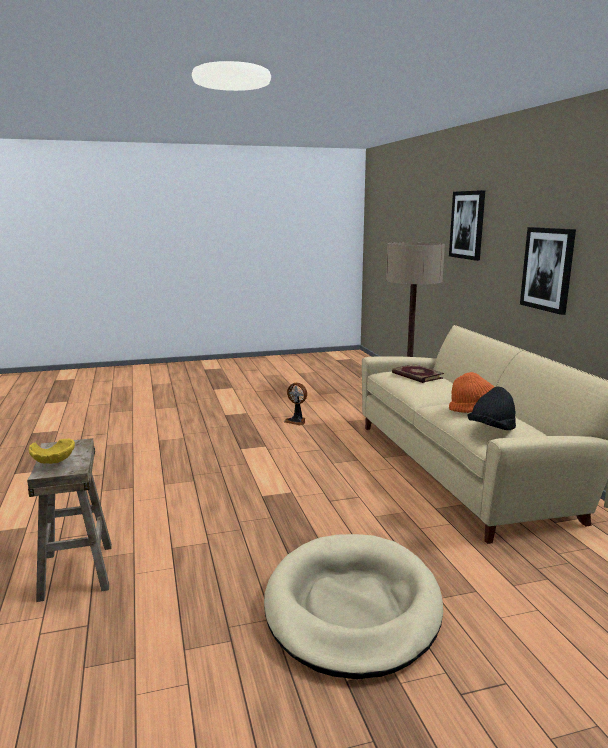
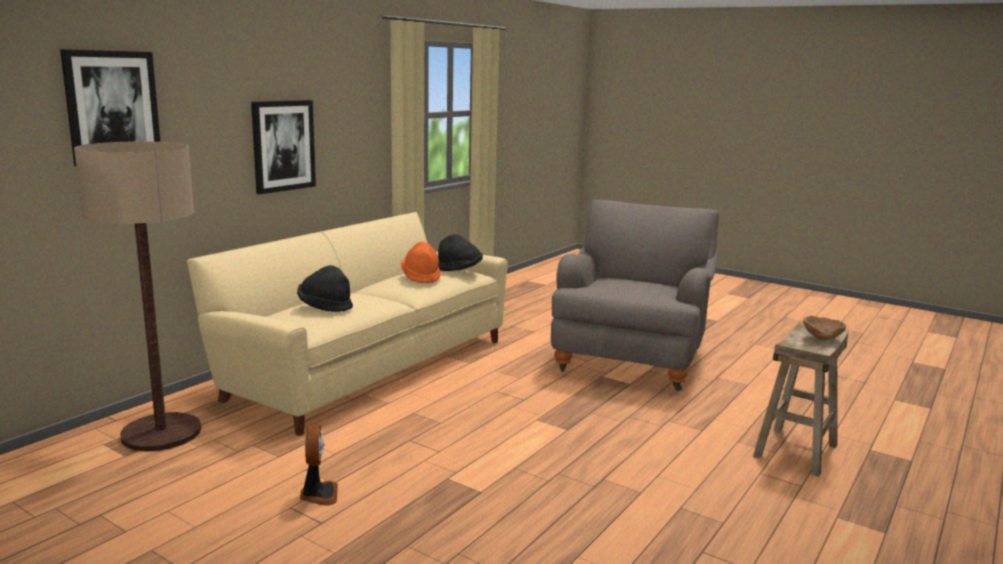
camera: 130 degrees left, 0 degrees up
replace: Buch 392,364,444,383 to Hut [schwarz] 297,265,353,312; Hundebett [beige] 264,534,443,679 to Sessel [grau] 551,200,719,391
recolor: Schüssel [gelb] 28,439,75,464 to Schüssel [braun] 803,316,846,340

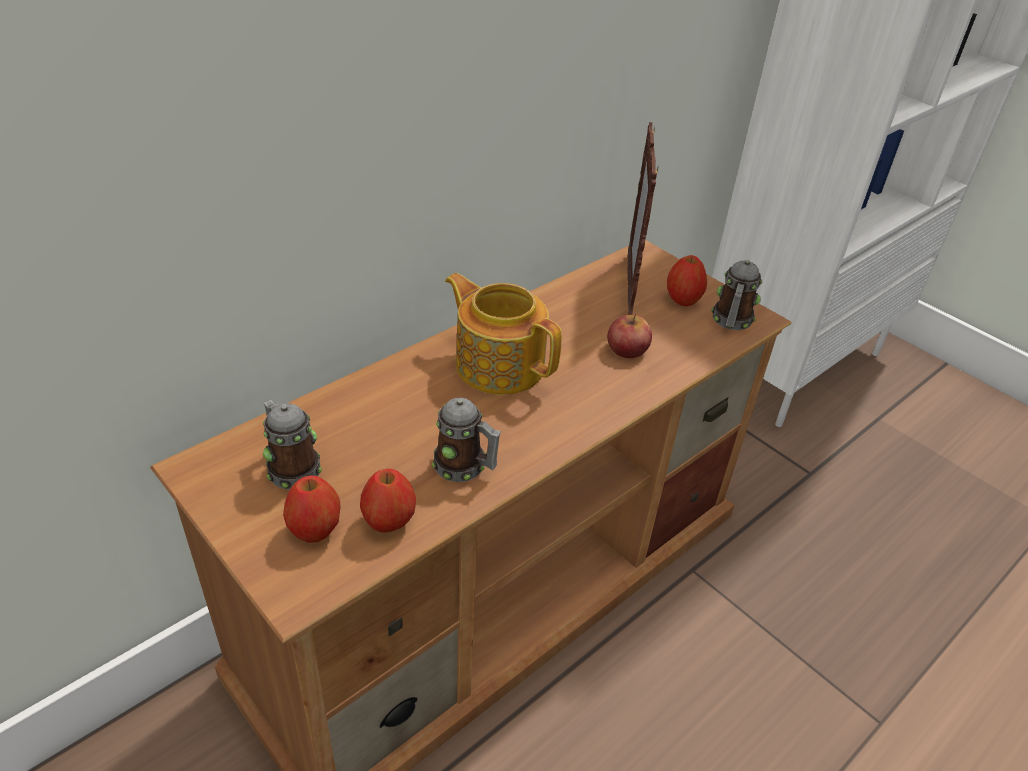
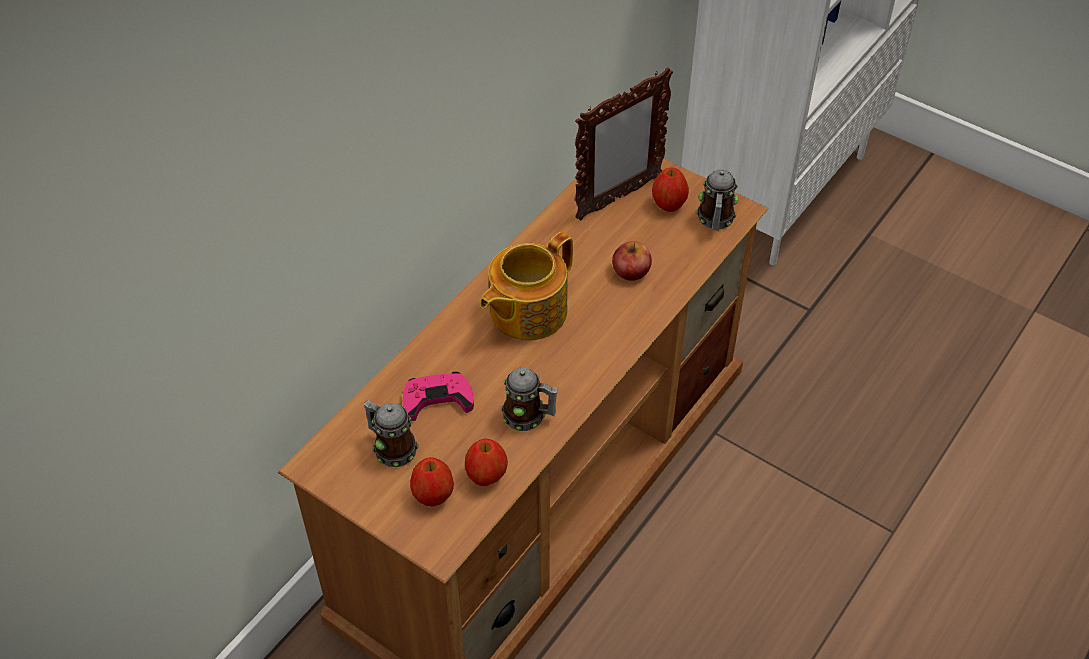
camera: 10 degrees left, 10 degrees up
insert: Gamepad [rosa] 402,372,474,421
rotate: Teekanne 445,273,562,395 = 480,232,573,341 75 degrees counterclockwise; Bilderrahmen 627,122,658,315 = 575,67,673,221 120 degrees counterclockwise

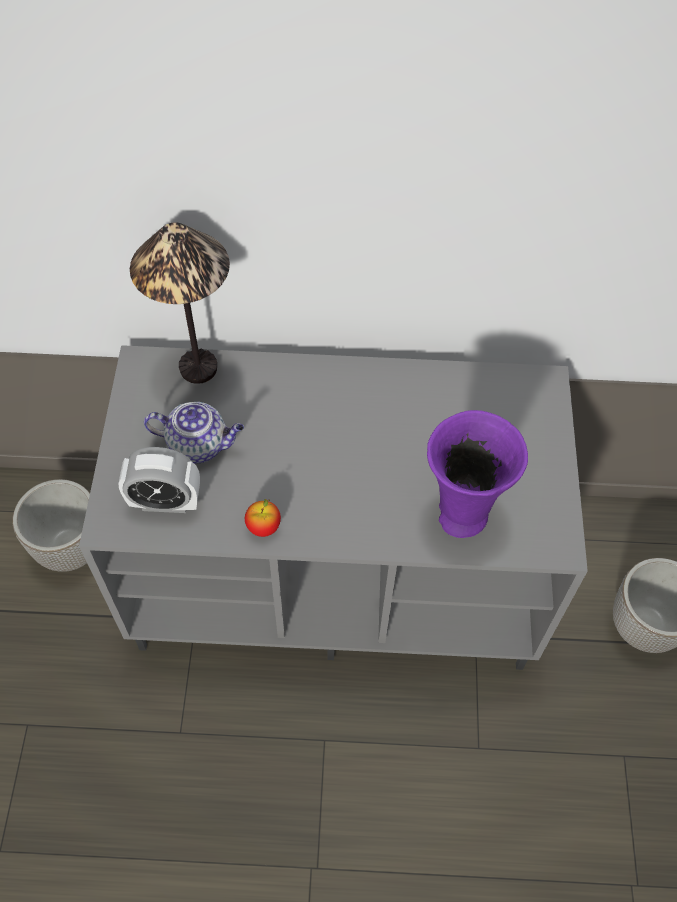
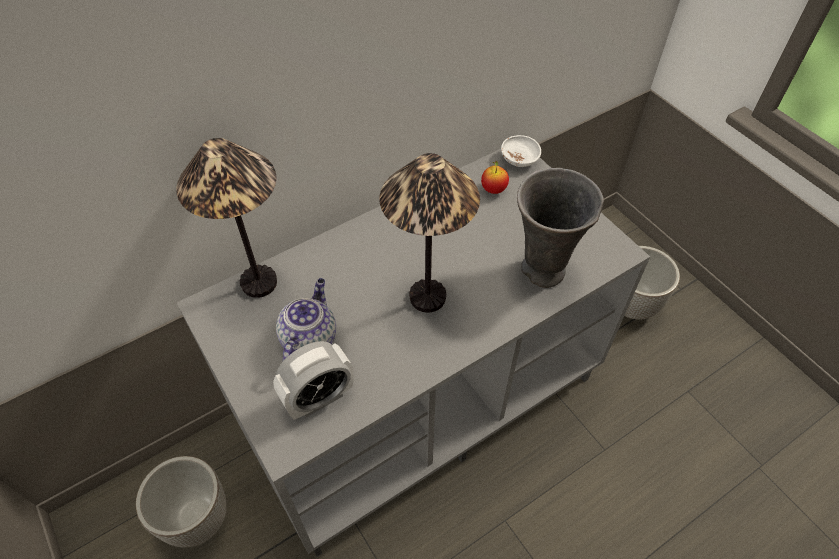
camera: 35 degrees left, 5 degrees down
insert: Tischlampe 379,153,480,313; Schüssel [weiß] 501,135,541,167
move: Apfel 245,499,281,537 to 481,161,509,194
recolor: Vase [lila] 427,410,528,538 to Vase [grau] 517,168,604,288
rotate: Teekanne 144,402,244,464 = 276,278,336,361 45 degrees counterclockwise

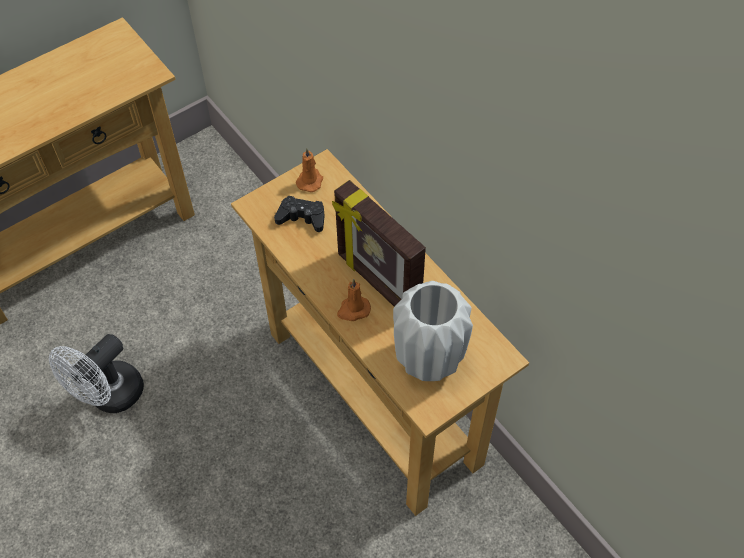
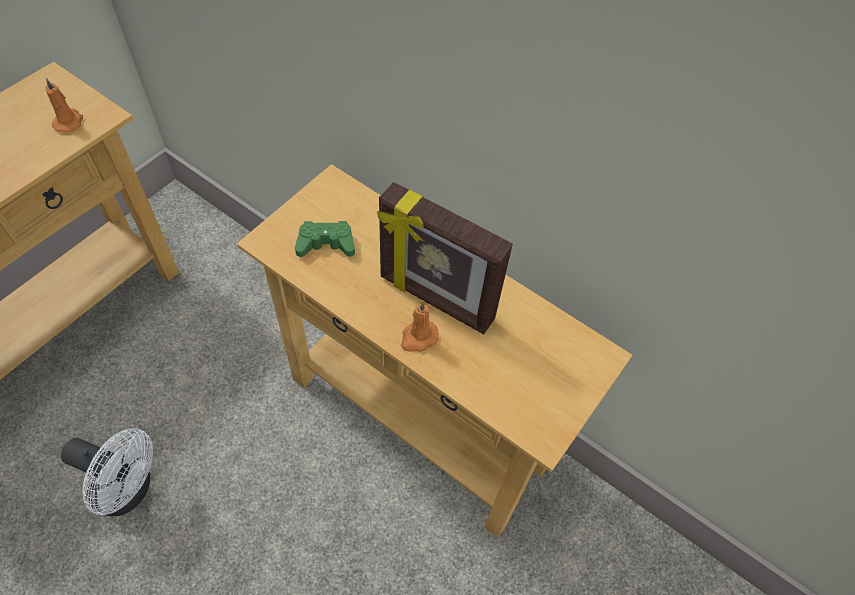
camera: 20 degrees left, 0 degrees up
delete: Vase [weiß] 393,281,473,381
move: Kerze [orange] 296,149,323,192 to 45,78,83,132
recolor: Gamepad [schwarz] 274,196,325,232 to Gamepad [grün] 295,221,355,257
rotate: Ventilator [weiß] 49,334,144,413 = 61,428,153,516 90 degrees counterclockwise

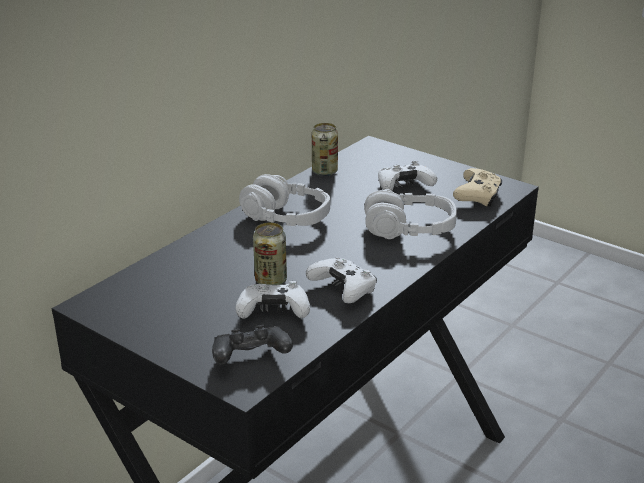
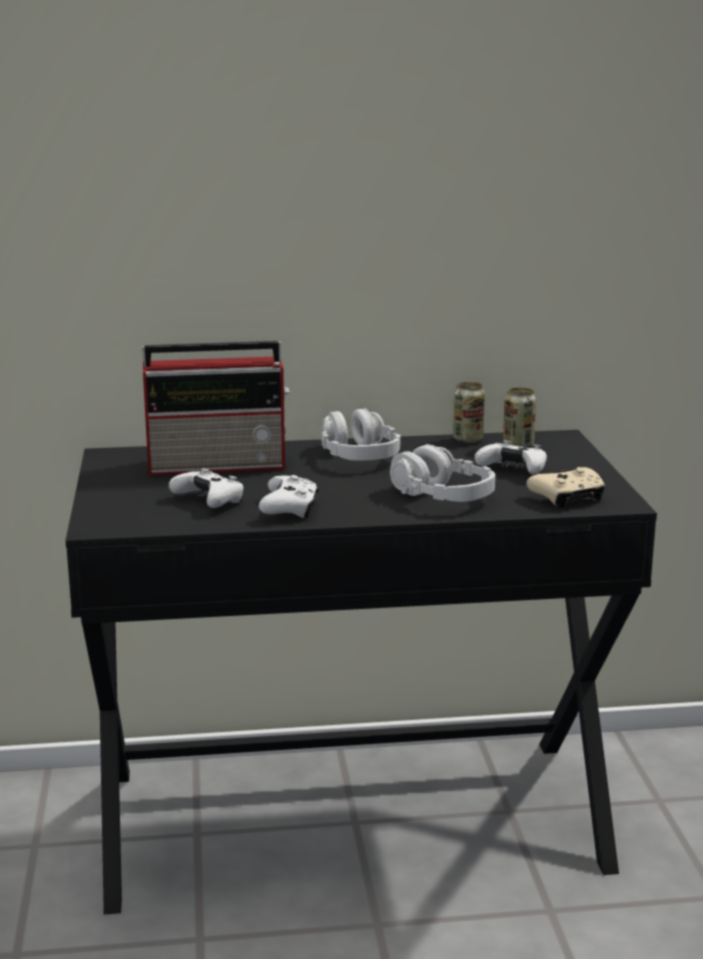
camera: 45 degrees right, 10 degrees down
delete: Gamepad [schwarz] 212,325,293,365
insert: Radio 143,341,290,476
move: Dose 253,223,287,285 to 503,387,536,448

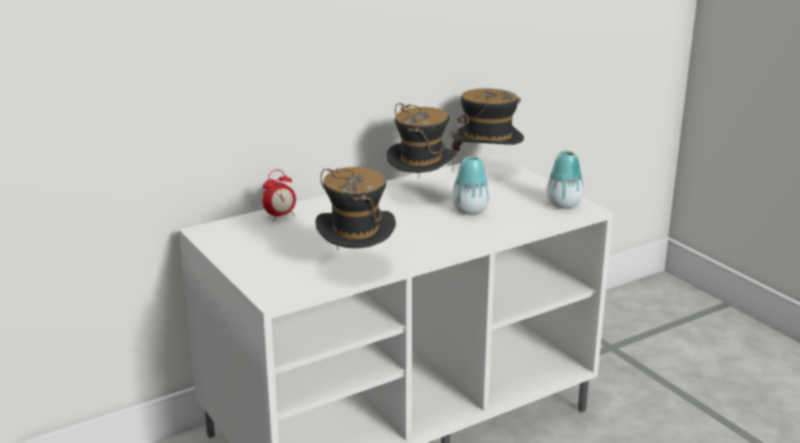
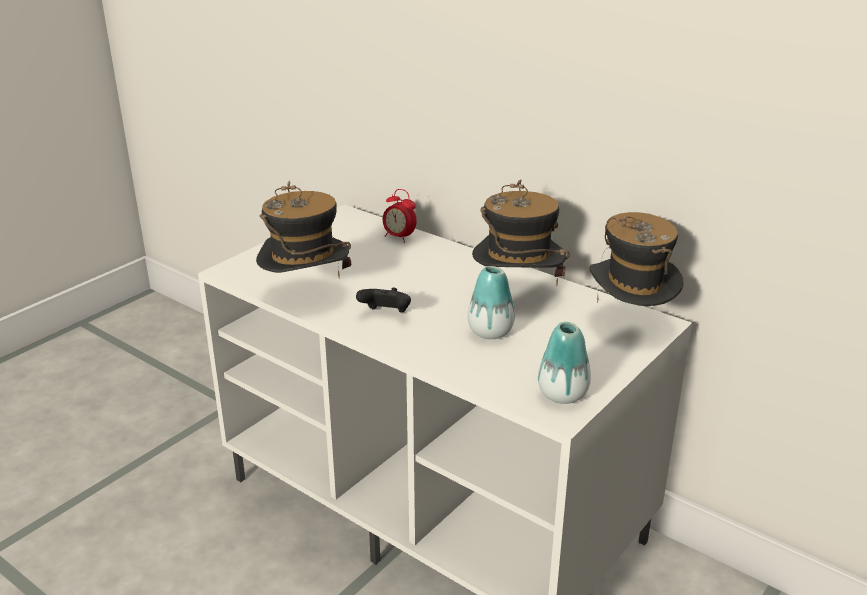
camera: 70 degrees right, 5 degrees up
insert: Gamepad [schwarz] 356,288,411,312

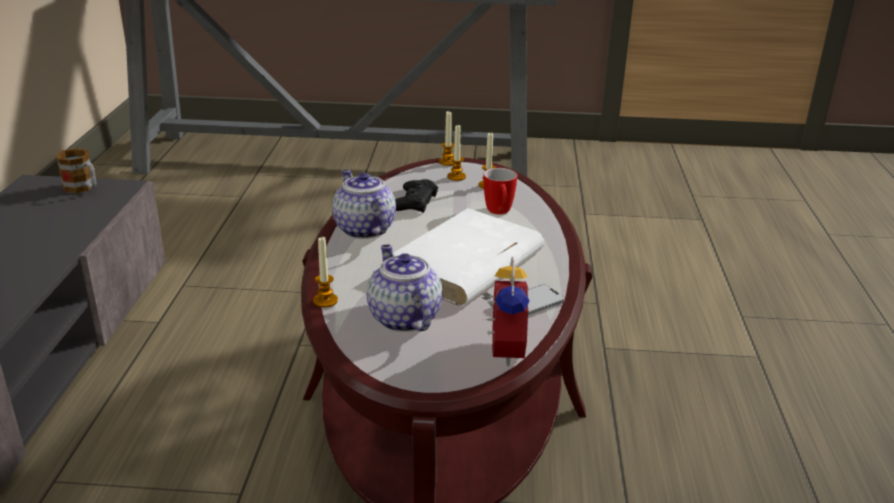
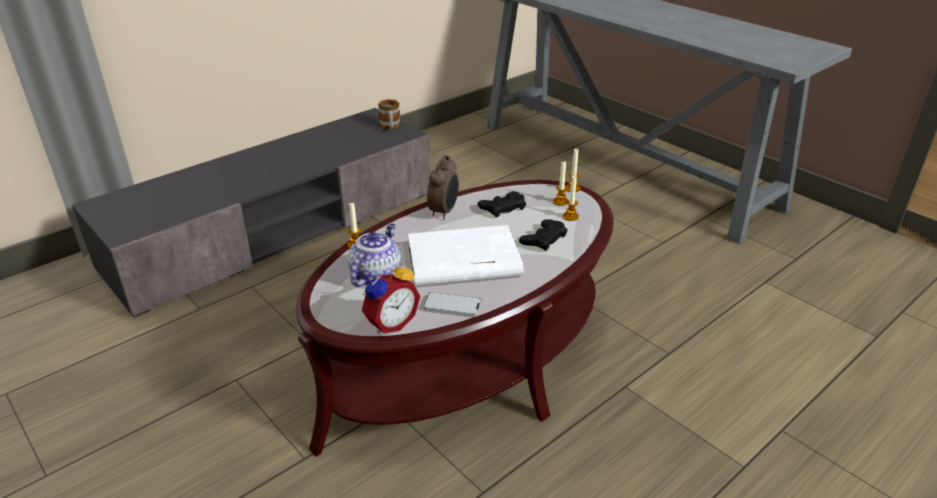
camera: 45 degrees right, 5 degrees up
replace: Teekanne 332,169,396,239 to Wecker 427,155,459,220; Henkelbecher 484,168,517,215 to Gamepad [schwarz] 519,219,568,251

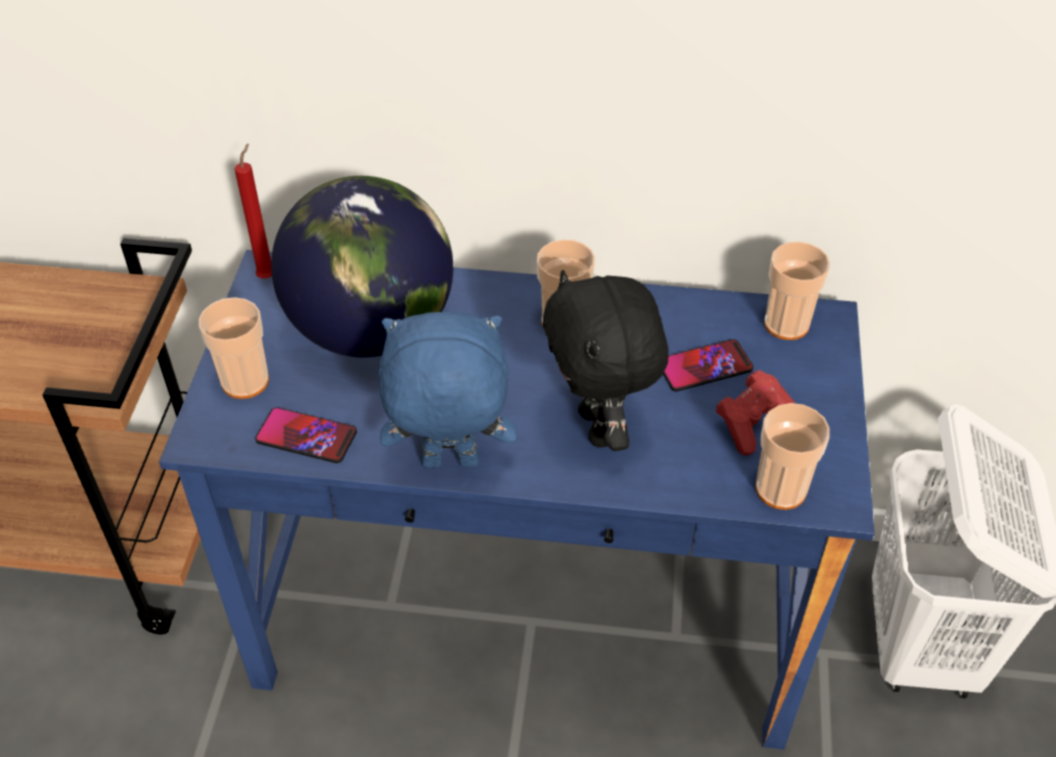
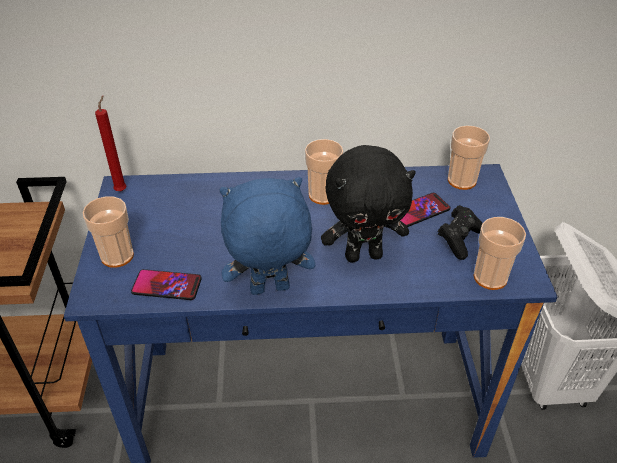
camera: 10 degrees left, 5 degrees down
delete: Globus 271,176,453,358
recolor: Gamepad [rot] 716,370,795,456 to Gamepad [schwarz] 438,205,482,260
rotate: Plüschtier [schwarz] 543,270,669,451 = 321,145,416,263 75 degrees counterclockwise

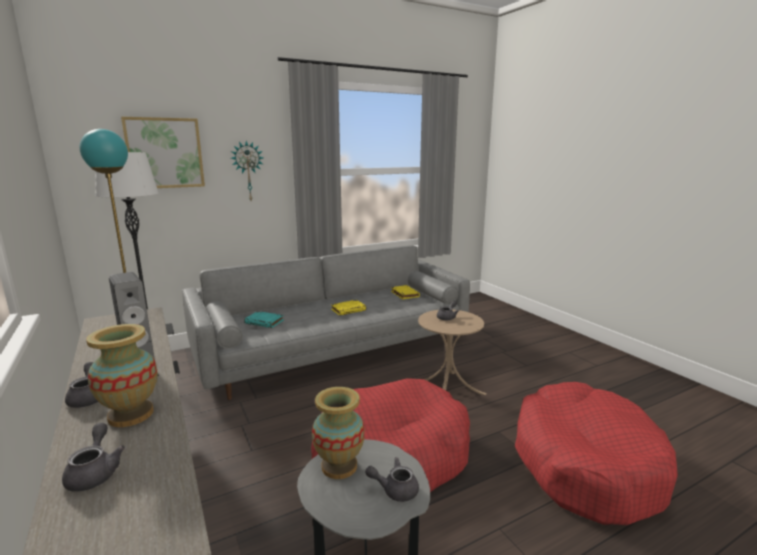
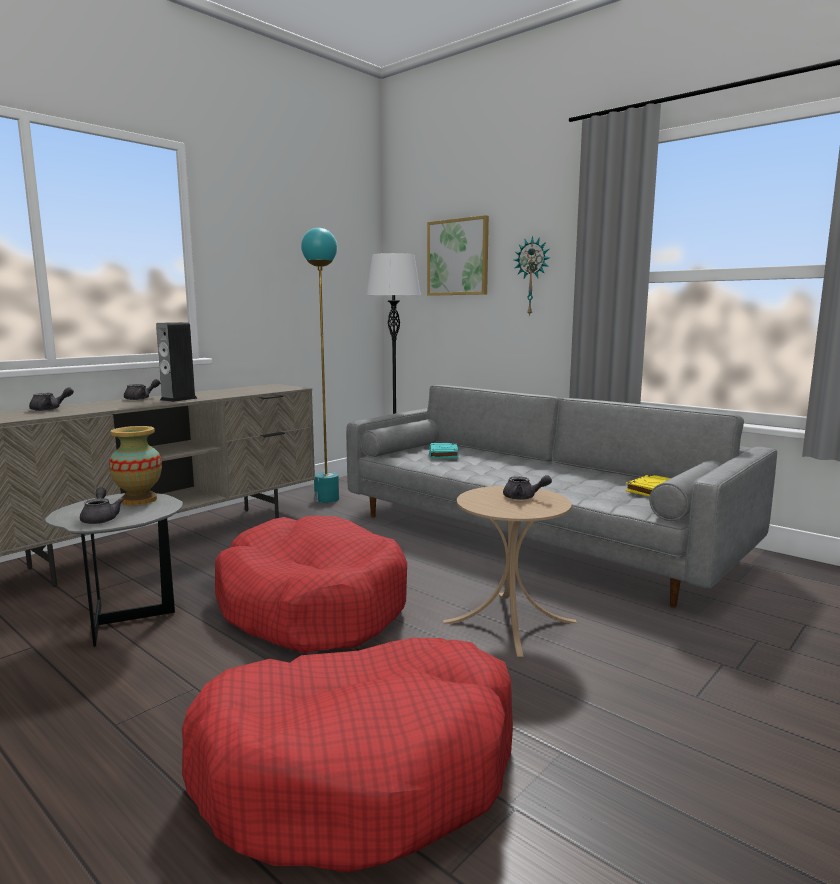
camera: 70 degrees right, 5 degrees down
delete: Vase 86,324,158,427; Buch [gelb] 331,300,366,316

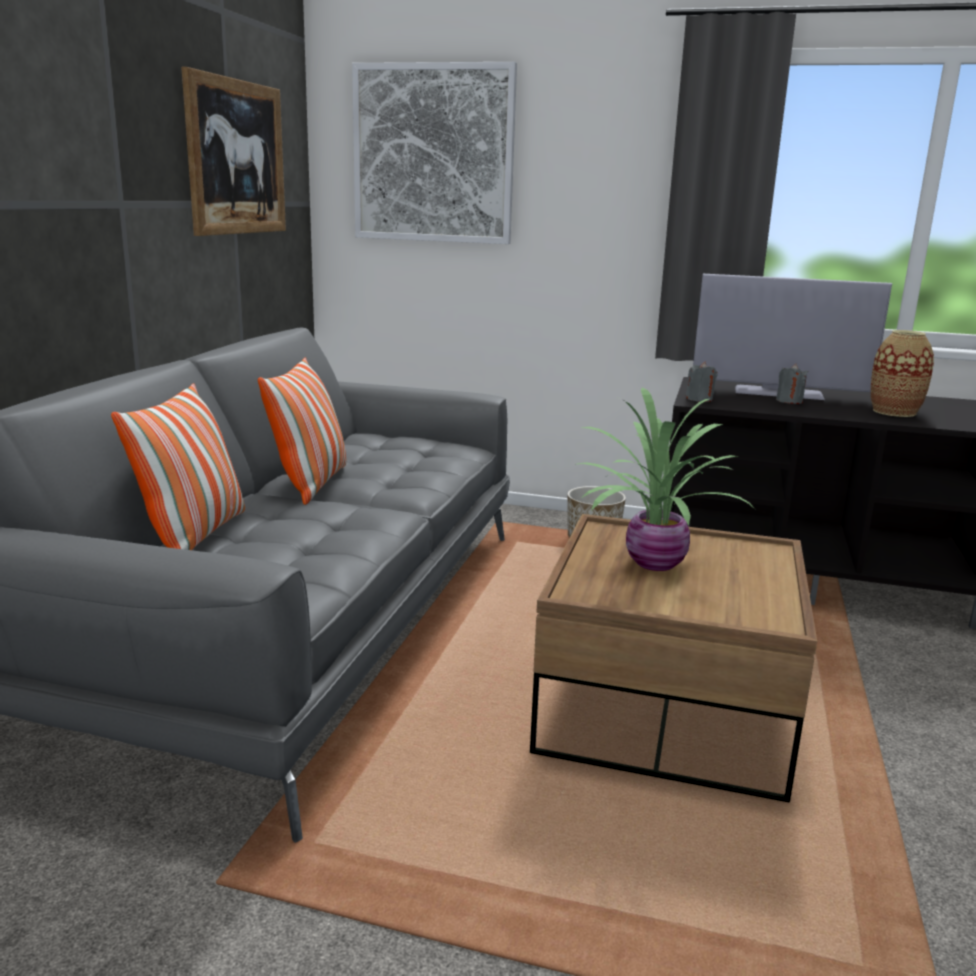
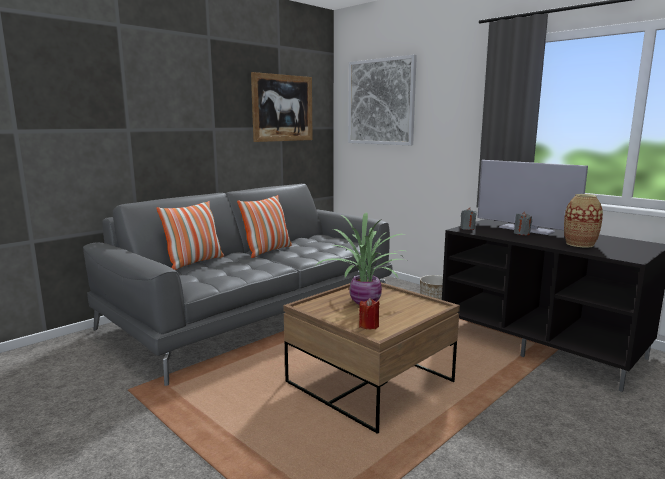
camera: 30 degrees right, 5 degrees down
insert: Kerze [rot] 359,298,380,329

